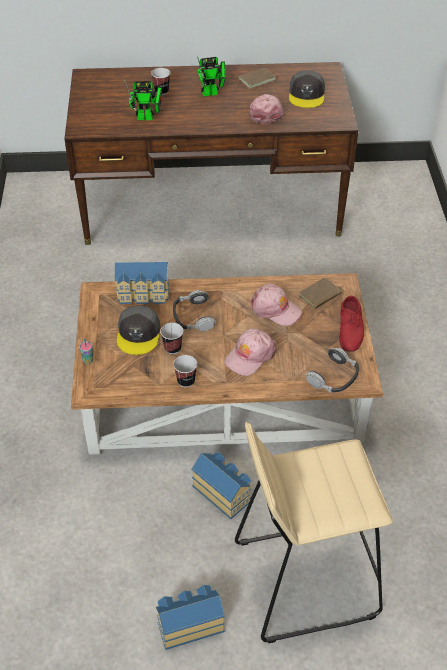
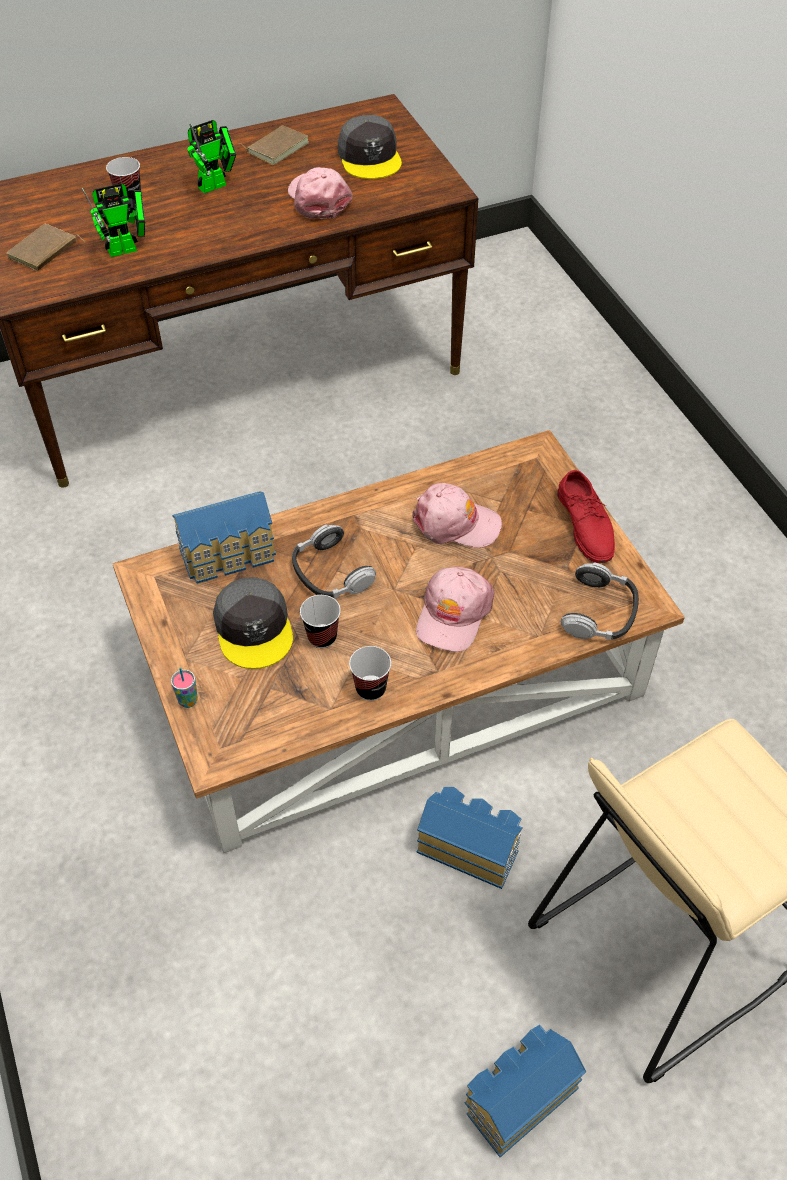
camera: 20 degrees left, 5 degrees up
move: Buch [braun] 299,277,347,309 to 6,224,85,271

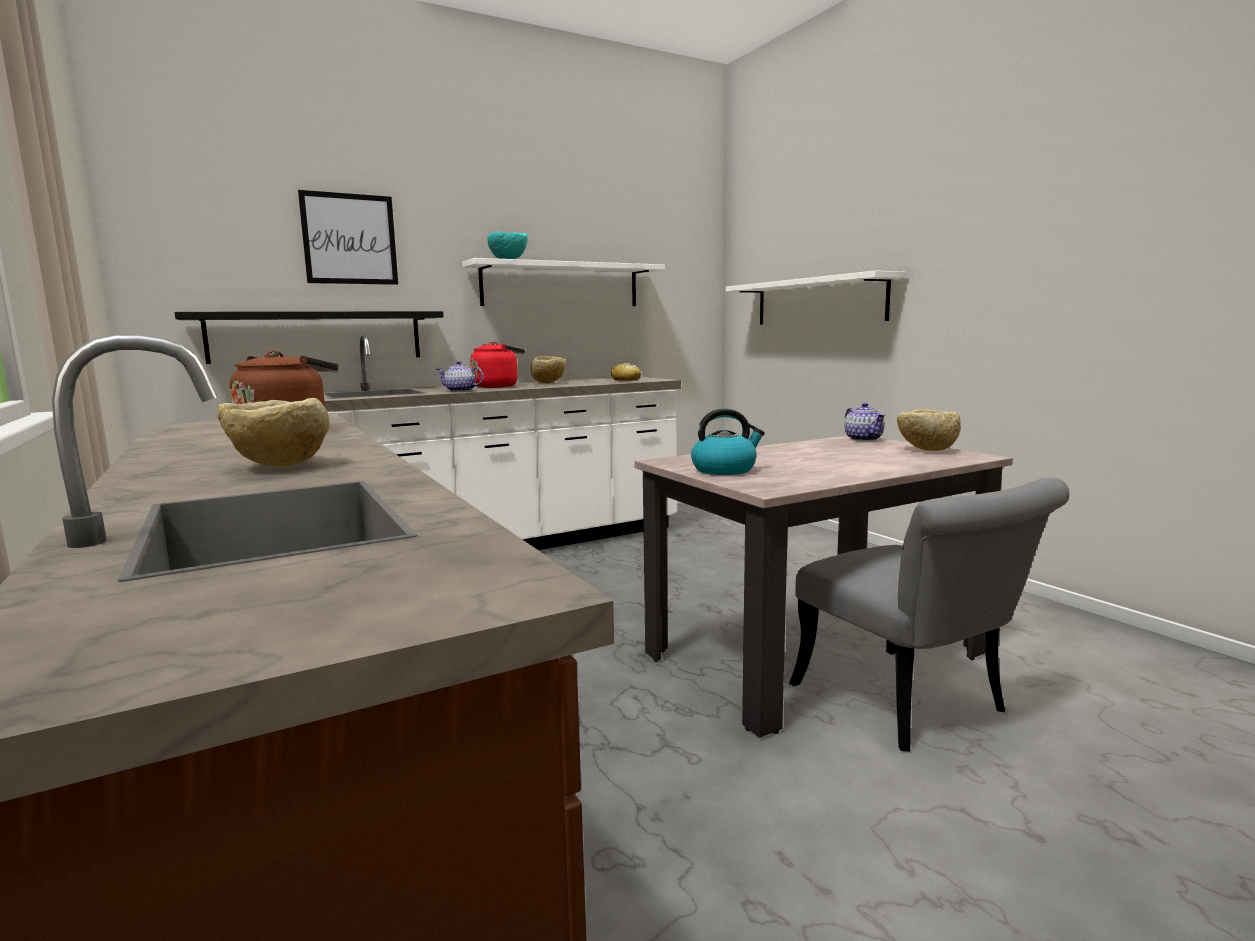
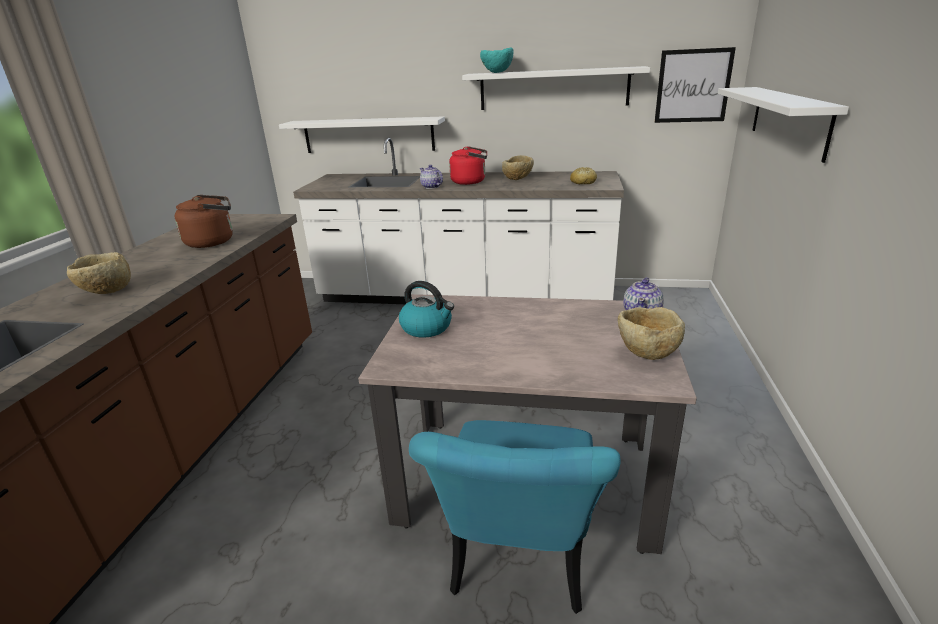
camera: 40 degrees right, 15 degrees up
move: Bild 298,190,398,285 to 655,47,736,123
recolor: Wandregal [schwarz] 174,311,444,364 to Wandregal [weiß] 279,116,445,153; Stuhl [grau] 789,477,1069,752 to Stuhl [türkis] 409,420,621,614

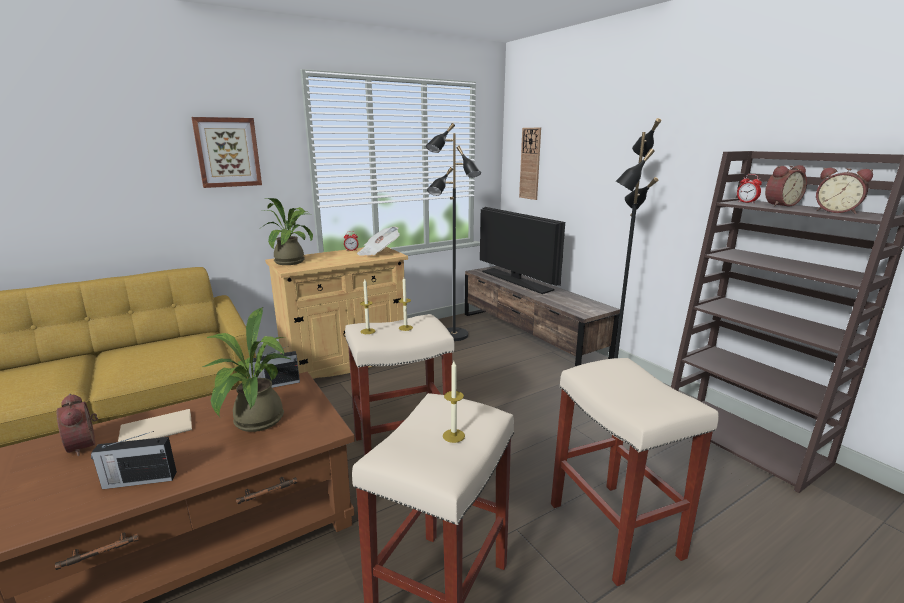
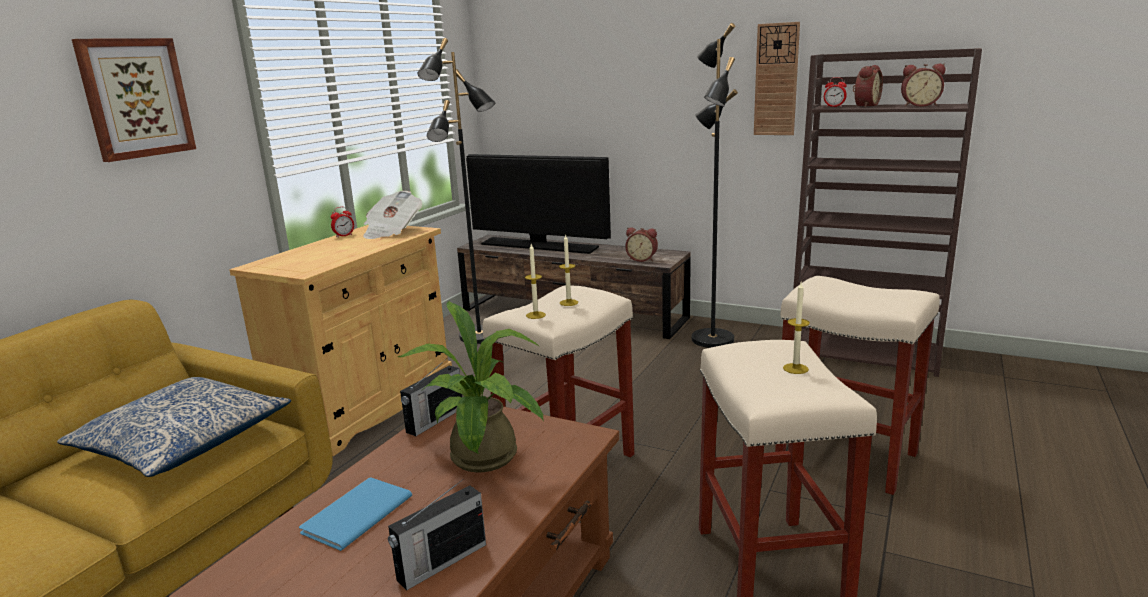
camera: 30 degrees left, 0 degrees up
delete: Topfpflanze 260,198,313,265
insert: Kissen 57,377,291,477
move: Wecker 57,394,98,456 to 625,227,658,262; Wanduhr 519,127,541,200 to 754,22,800,135
recolor: Buch [beige] 118,409,192,442 to Buch [blau] 299,477,412,551

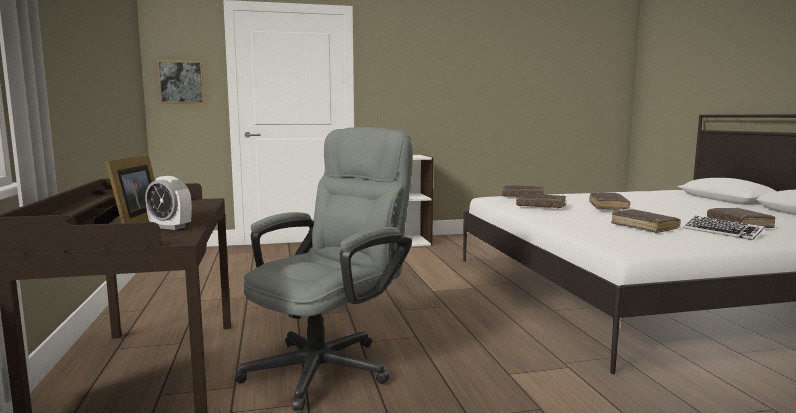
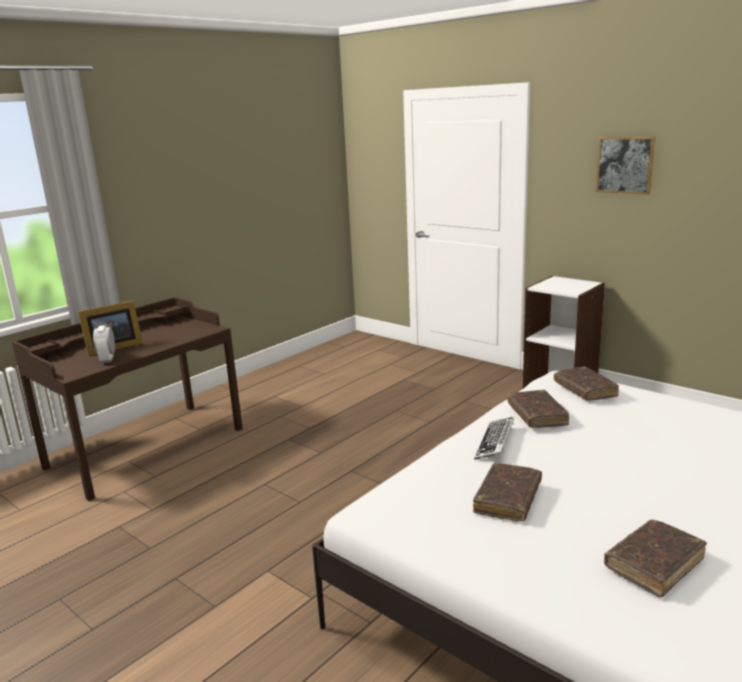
camera: 55 degrees right, 10 degrees up
delete: Bürostuhl [grau] 235,127,413,411; Buch [braun] 589,193,630,209
move: Tastatur 683,216,765,240 to 474,417,514,460; Bild 157,60,204,103 to 596,137,655,194

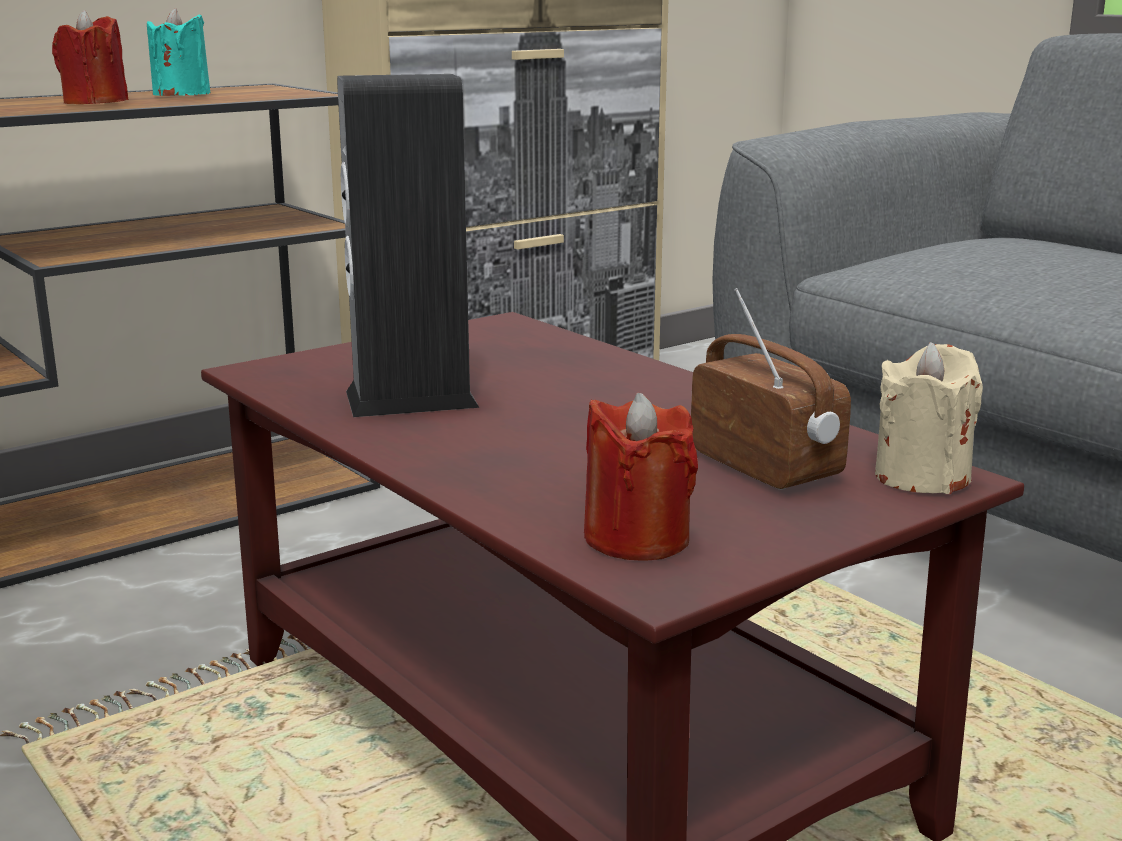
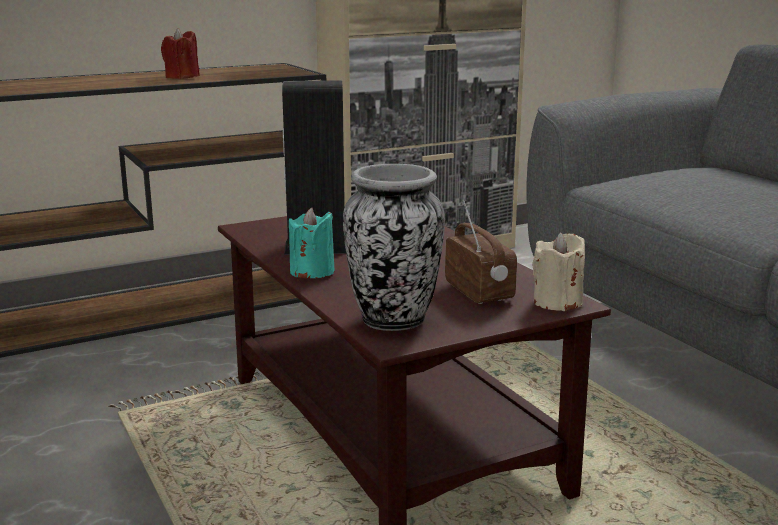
camera: 10 degrees right, 0 degrees up
move: Kerze [türkis] 147,8,211,96 to 289,208,335,278
replace: Kerze [rot] 584,393,698,560 to Vase 343,164,445,331

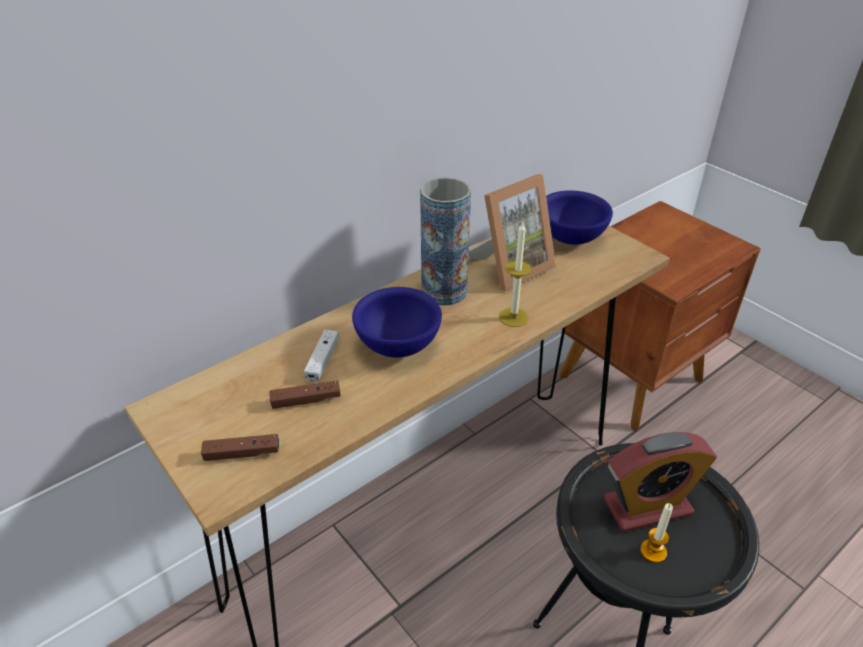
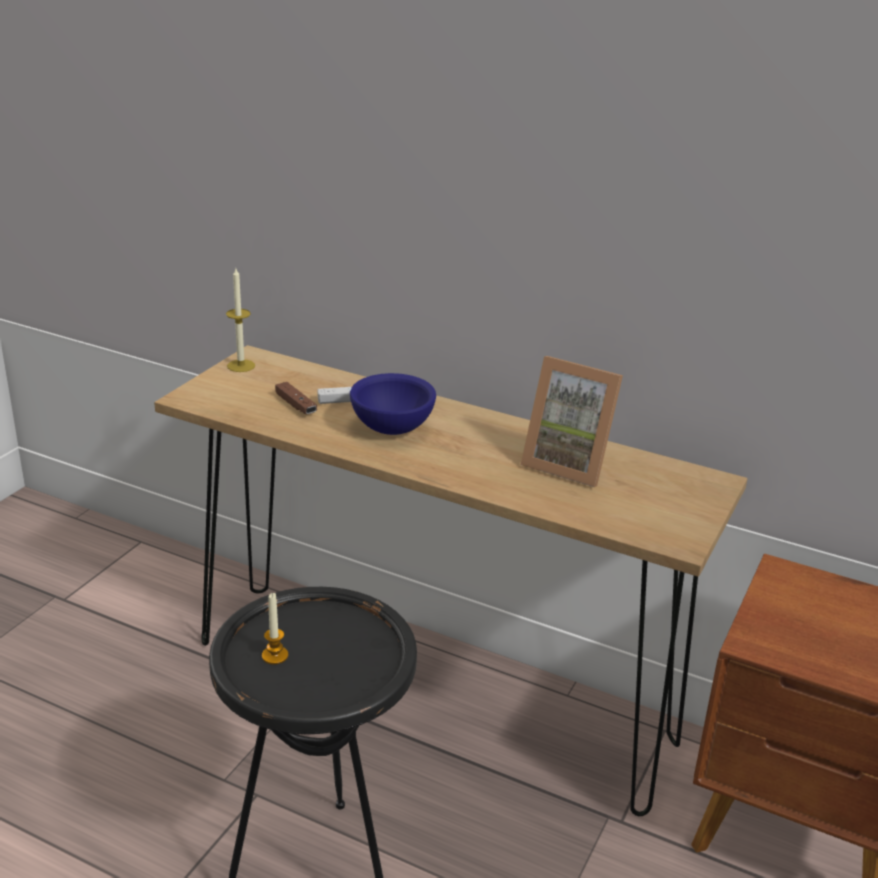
camera: 65 degrees right, 10 degrees down
delete: Gamepad [braun] 201,434,279,461; Vase 420,177,471,306; Schüssel [blau] 546,190,613,245; Wecker 604,432,717,532
move: Kerze 499,222,532,327 to 226,268,255,372

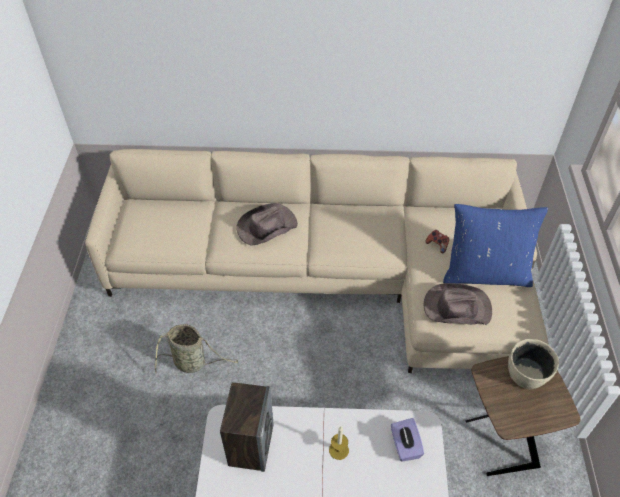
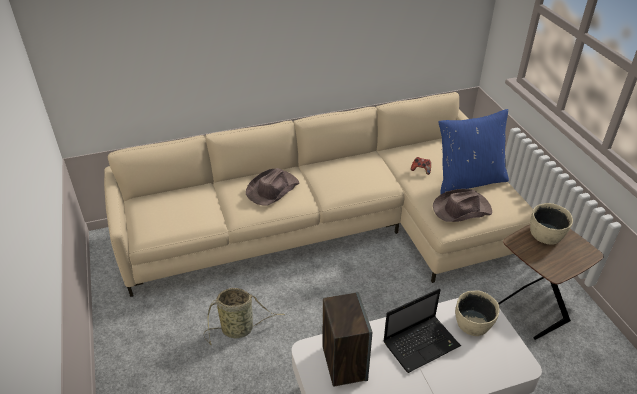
camera: 20 degrees left, 10 degrees down
replace: Kerze 329,427,349,460 to Laptop 383,288,461,373; Taschentuchbox [lila] 391,418,424,462 to Schüssel [beige] 455,290,499,336

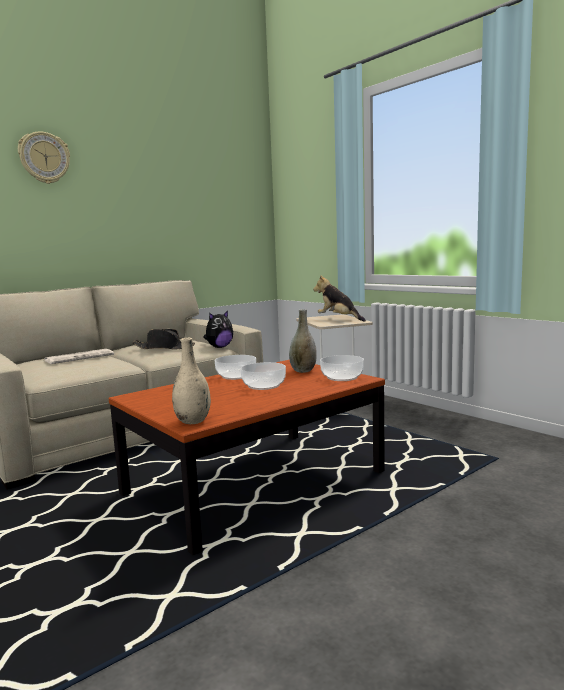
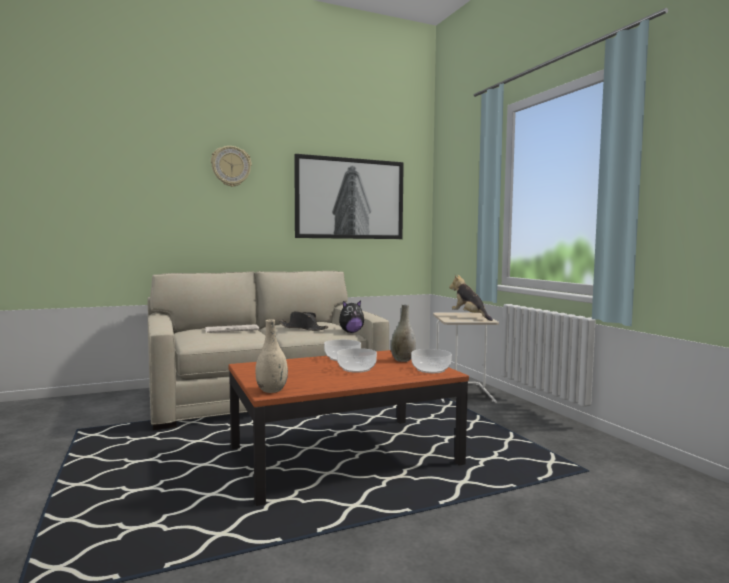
camera: 15 degrees right, 5 degrees down
insert: Bild 294,154,404,239

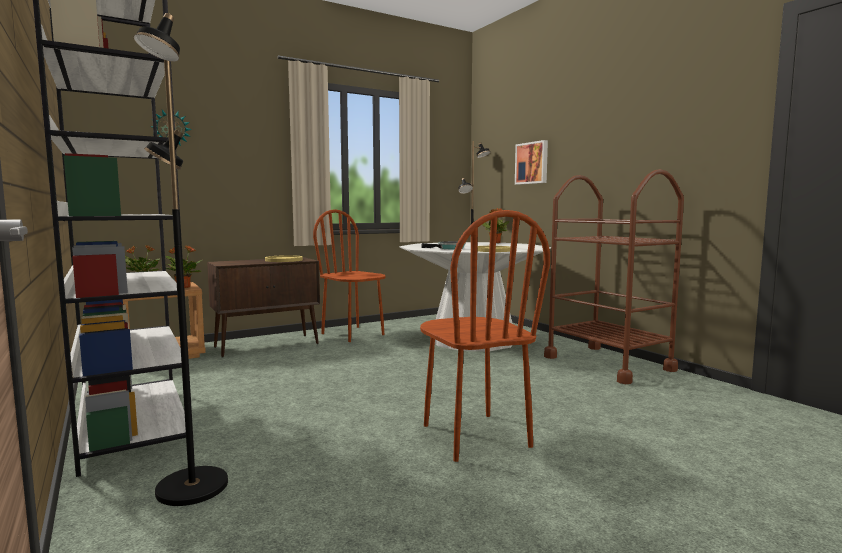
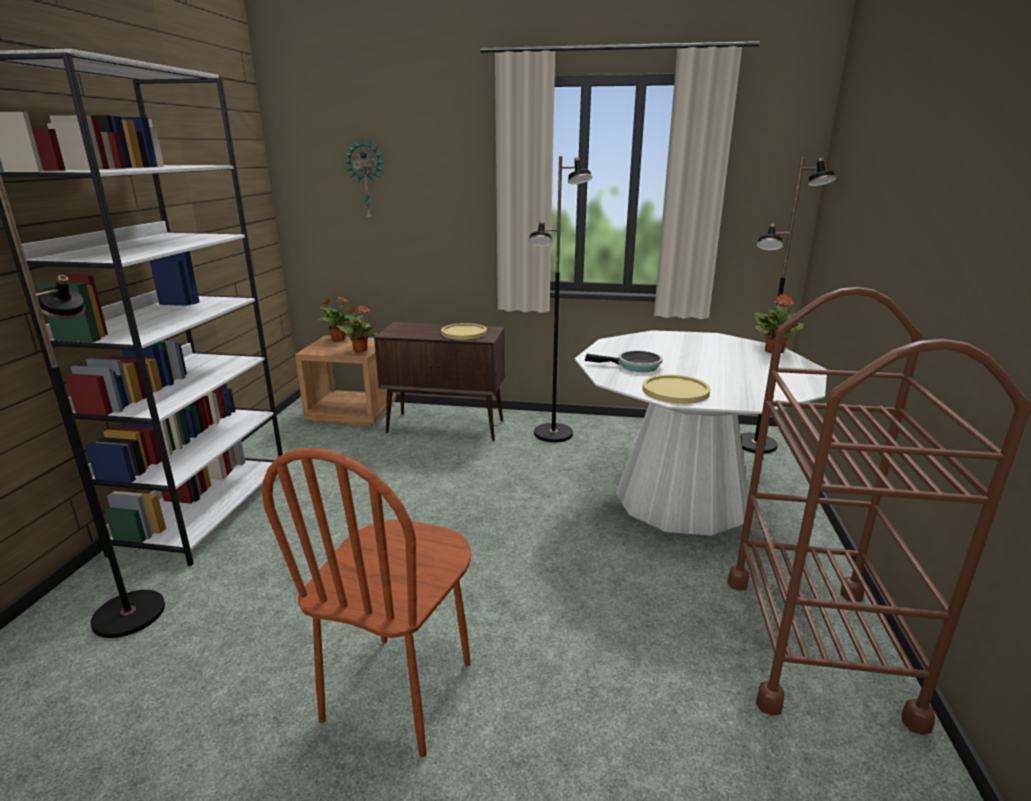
camera: 40 degrees right, 15 degrees up
delete: Bild 515,140,548,185
replace: Stuhl [braun] 313,209,386,342 to Stehlampe [schwarz] 528,156,593,442

